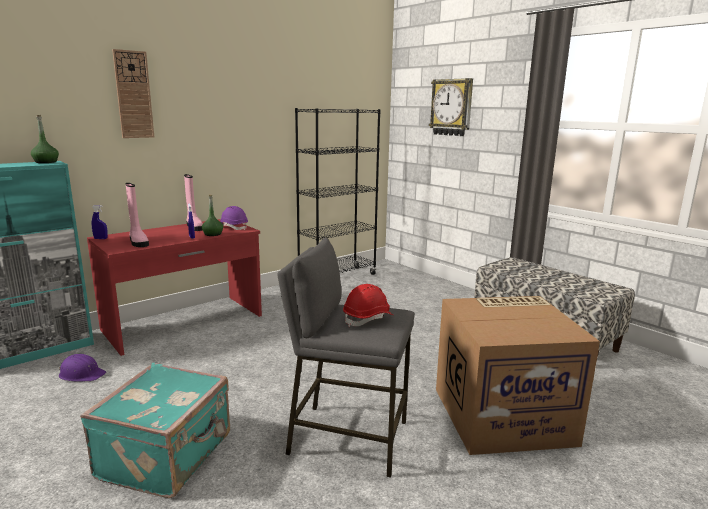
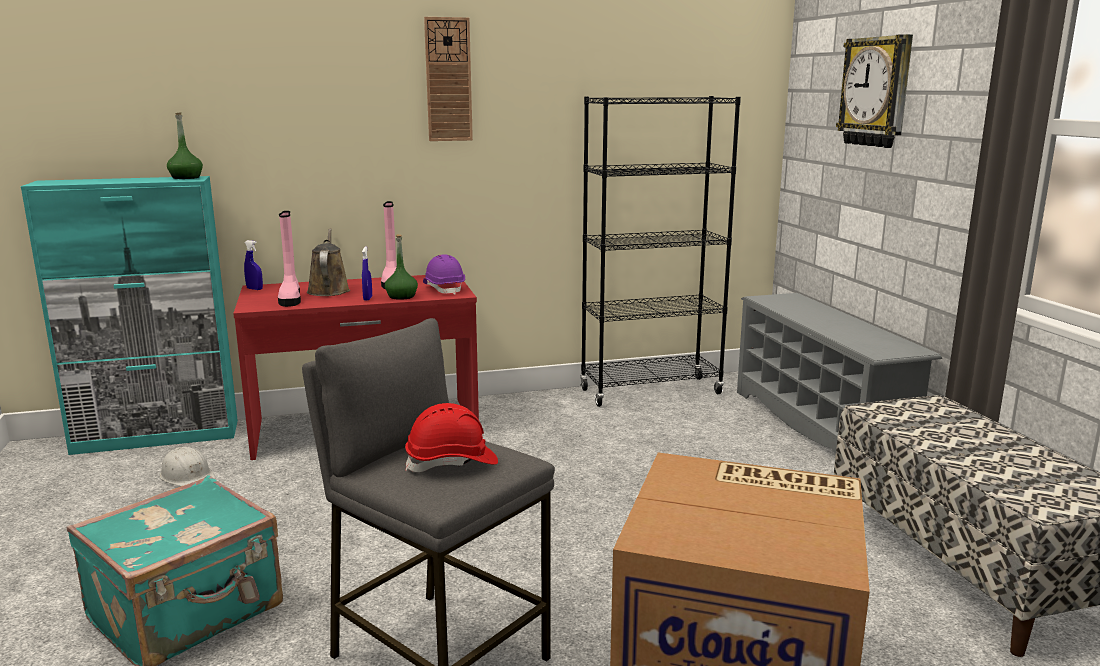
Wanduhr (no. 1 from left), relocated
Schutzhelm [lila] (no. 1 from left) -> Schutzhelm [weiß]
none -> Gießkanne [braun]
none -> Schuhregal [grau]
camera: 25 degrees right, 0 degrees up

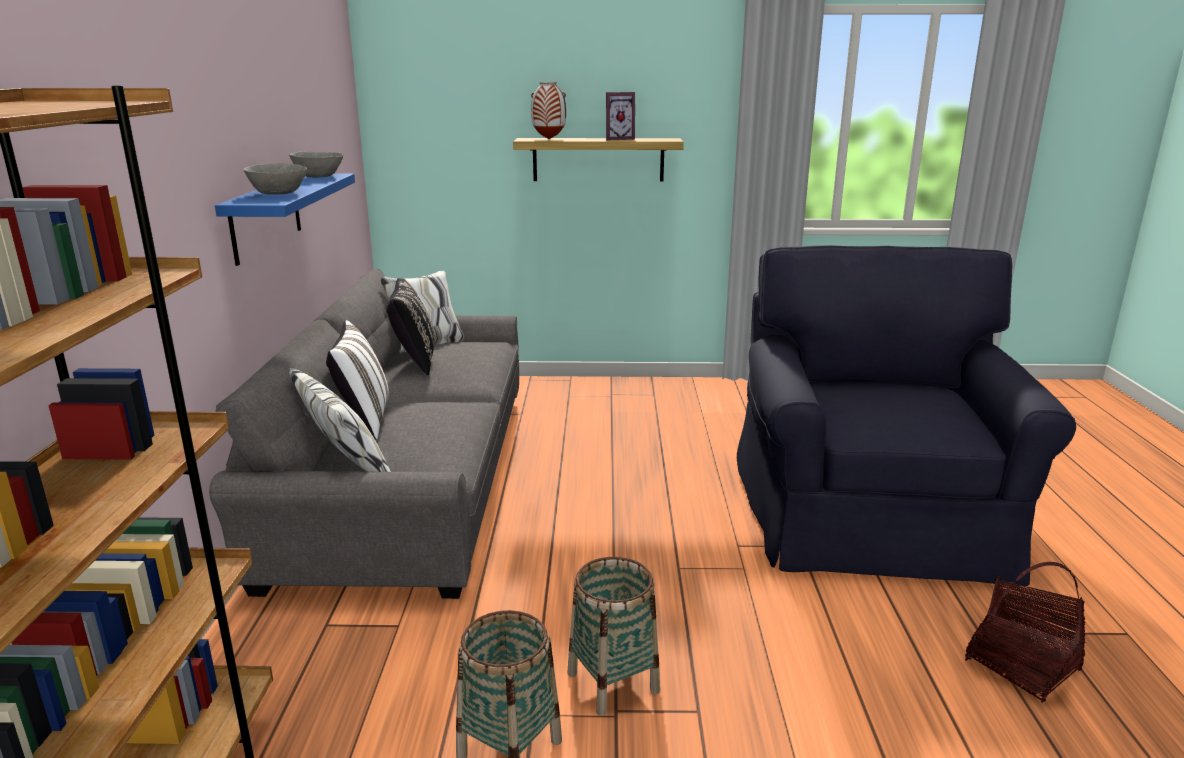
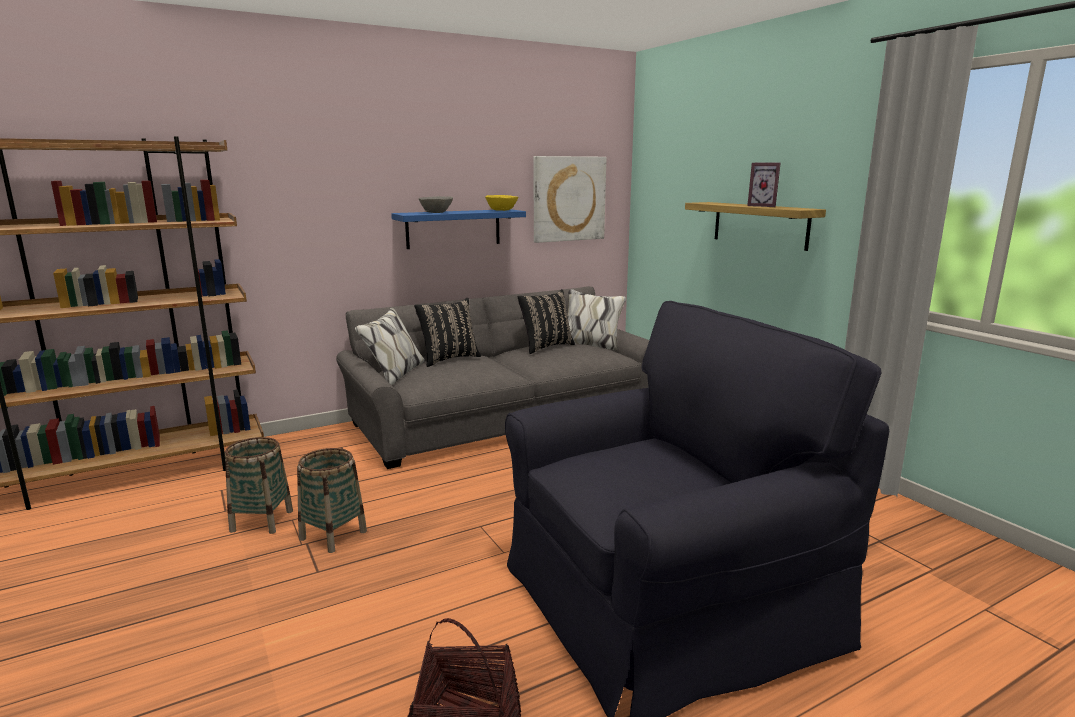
Vase -> none
Schüssel [grau] (no. 2 from left) -> Schüssel [gelb]
Kissen [weiß] -> Kissen [schwarz] (no. 1 from left)
none -> Bild
camera: 60 degrees right, 5 degrees down

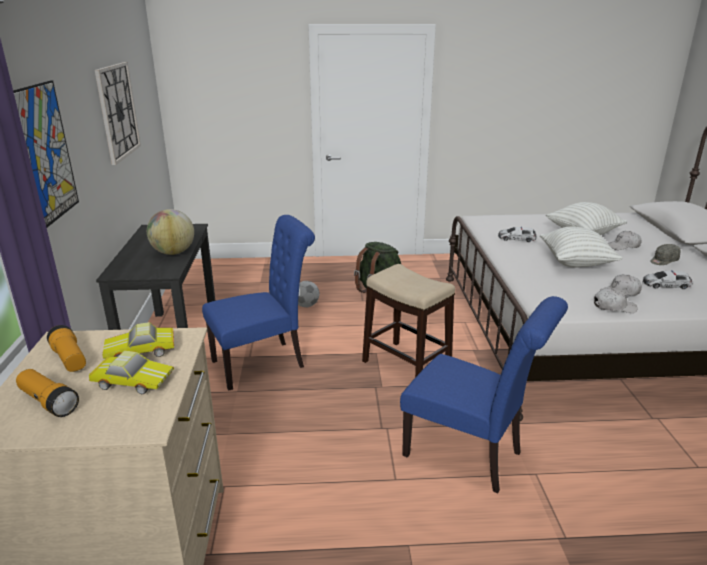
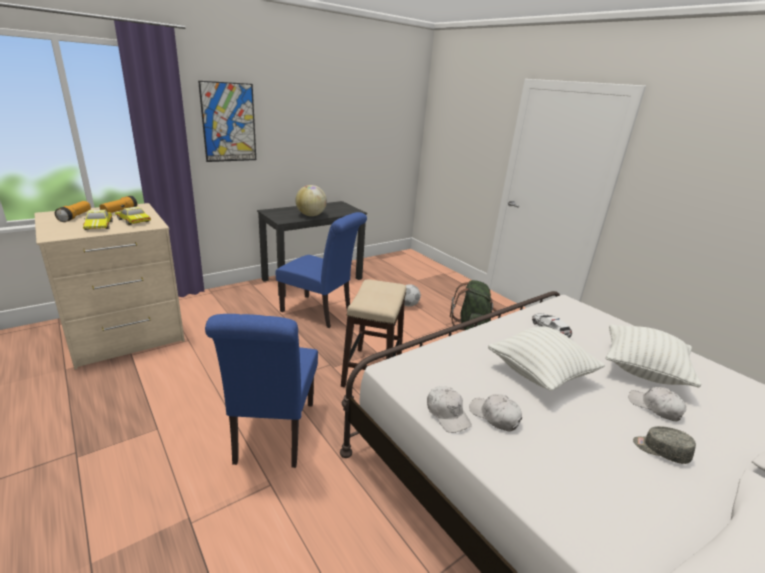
Wanduhr -> none
Spielzeugauto (no. 4 from left) -> none
camera: 55 degrees right, 0 degrees up

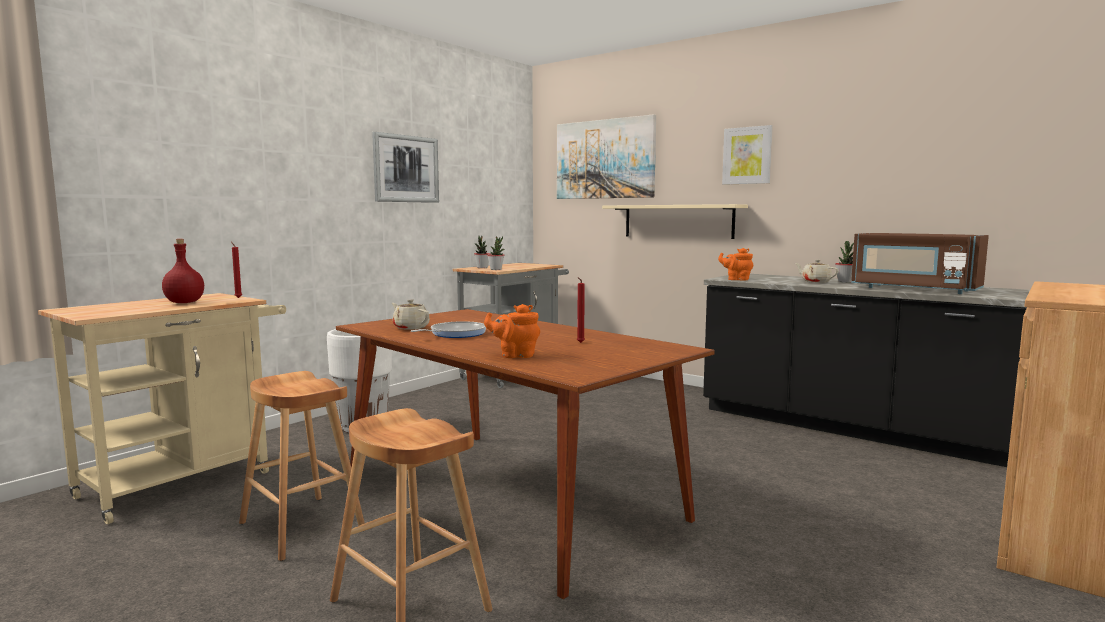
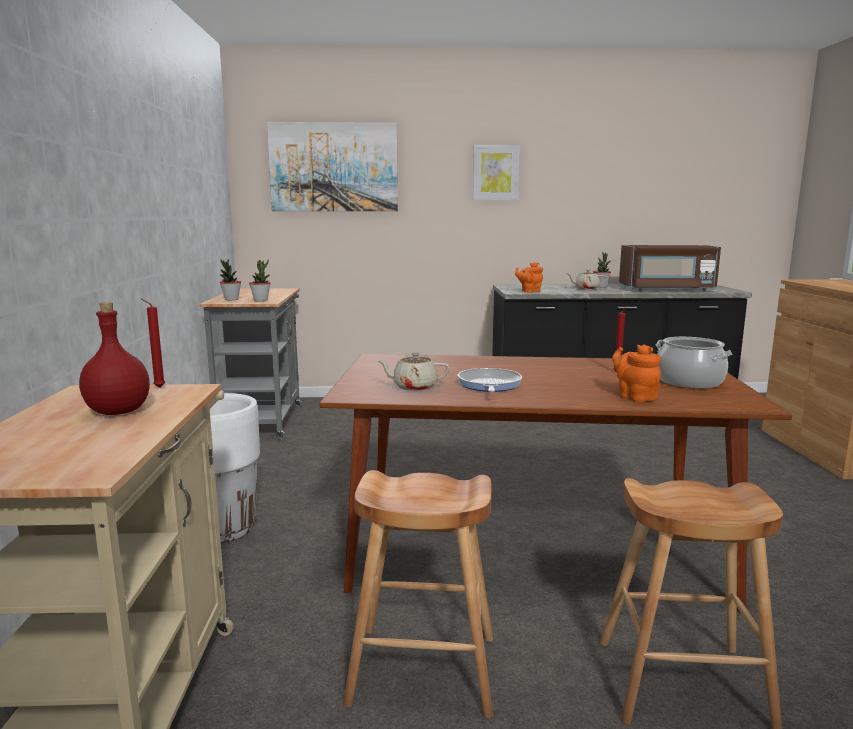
Bild (no. 1 from left) -> none
Wandregal [beige] -> none
Teekanne [orange] (no. 1 from left in the first image) -> Teekanne [orange] (no. 2 from left), 105 degrees clockwise
none -> Kochtopf
camera: 40 degrees left, 5 degrees up

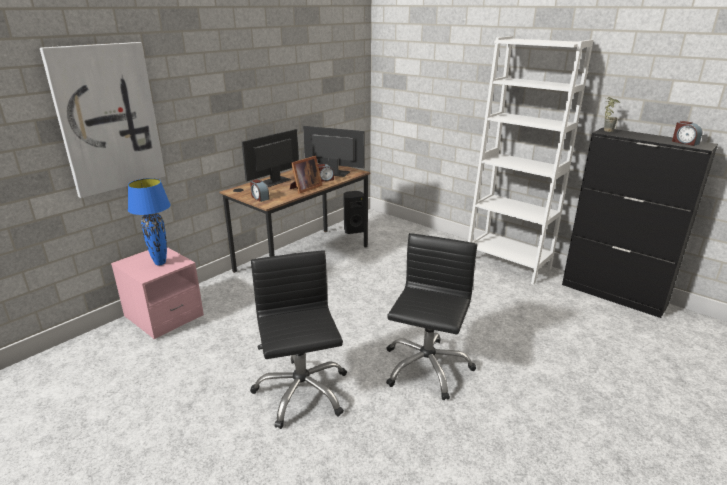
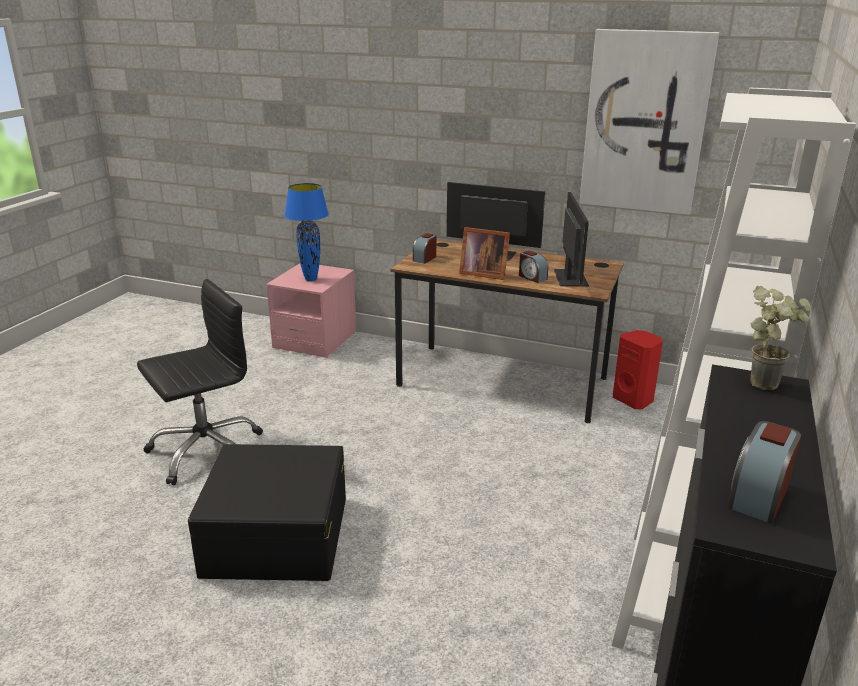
Bild, relocated
Lautsprecher [schwarz] -> Lautsprecher [rot]
Bürostuhl [schwarz] (no. 2 from left) -> Aufbewahrungsbox [schwarz]
camera: 70 degrees right, 0 degrees up

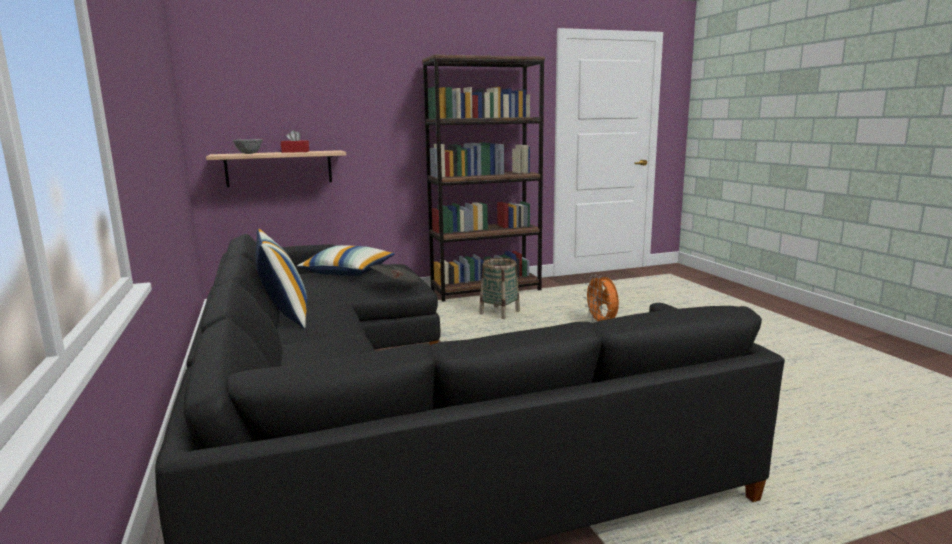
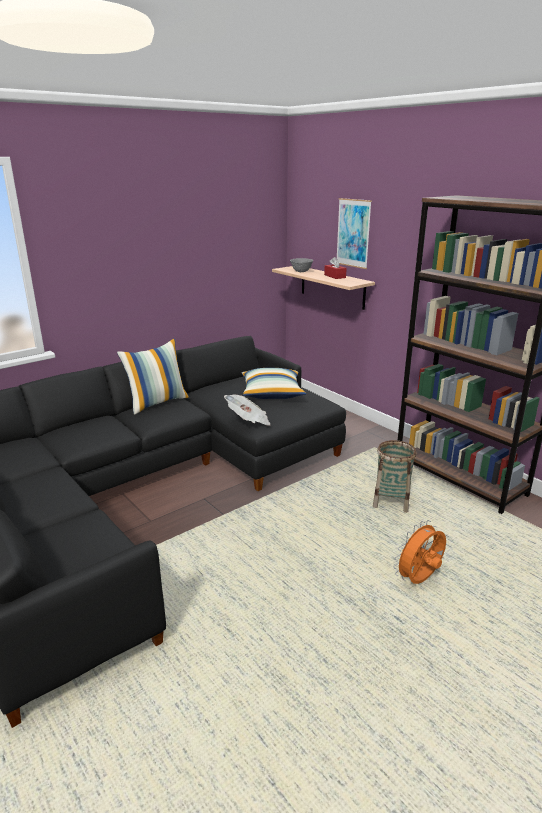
none -> Bild
camera: 70 degrees right, 10 degrees up

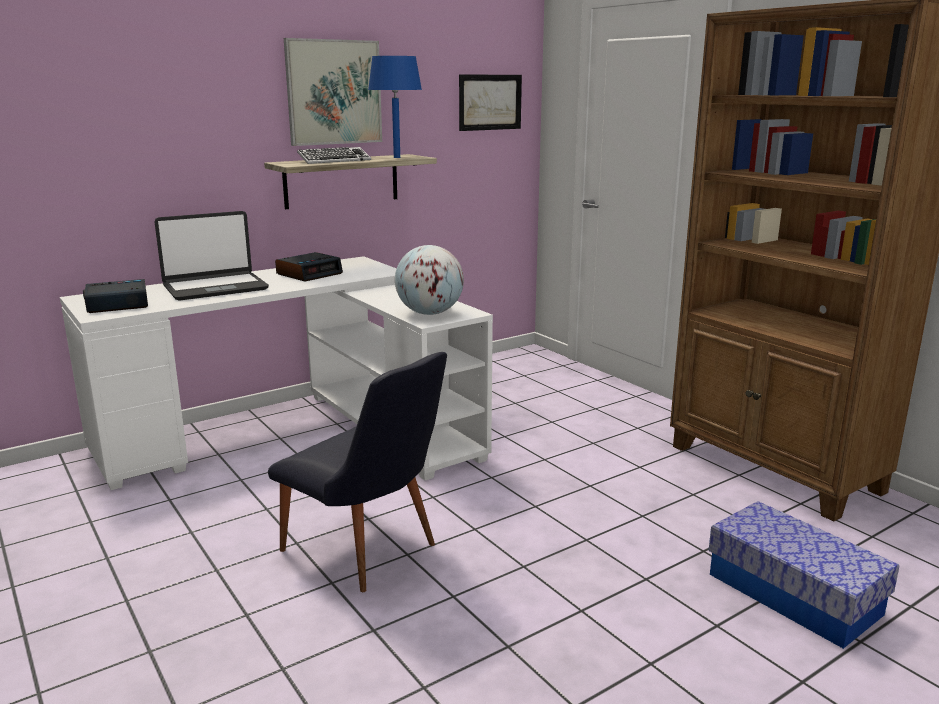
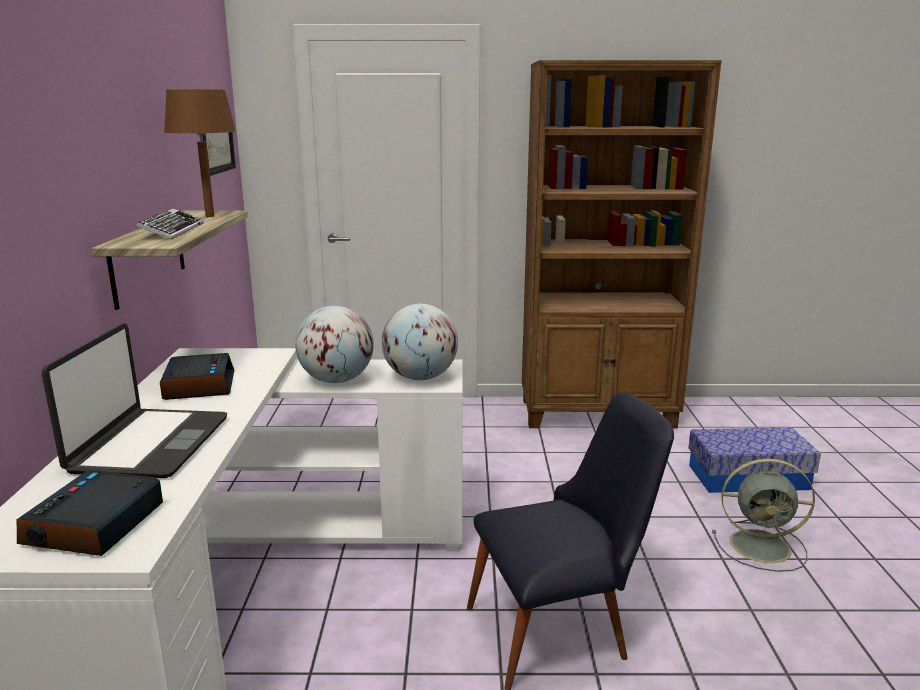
Bild (no. 1 from left) -> none
Tischlampe [blau] -> Tischlampe [braun]
none -> Globus (no. 1 from left)
none -> Ventilator [grau]
camera: 55 degrees left, 0 degrees up

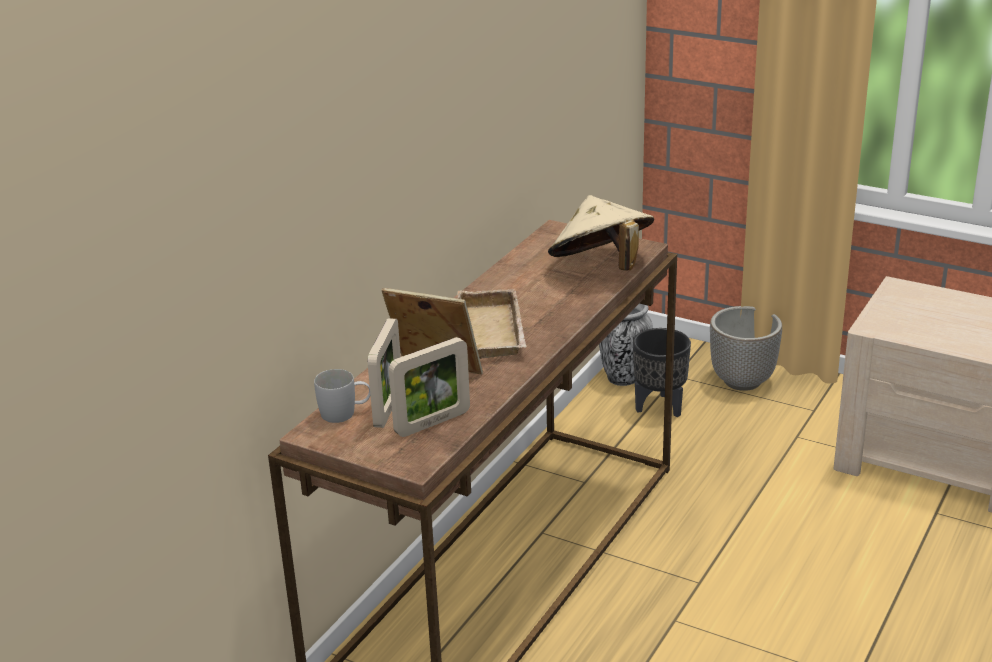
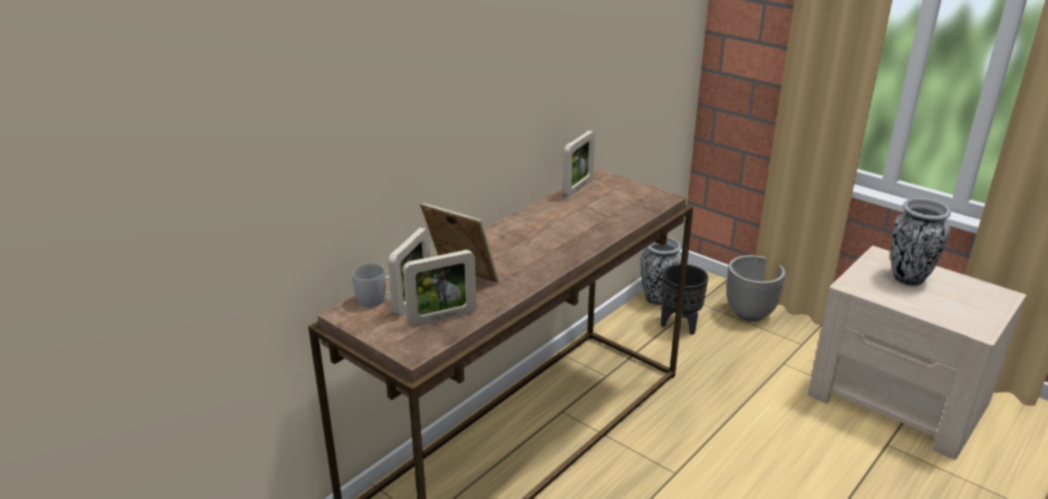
Hut [beige] -> none
Tablett [beige] -> none
none -> Bilderrahmen (no. 4 from left)
none -> Vase (no. 2 from left)
camera: 10 degrees right, 0 degrees up

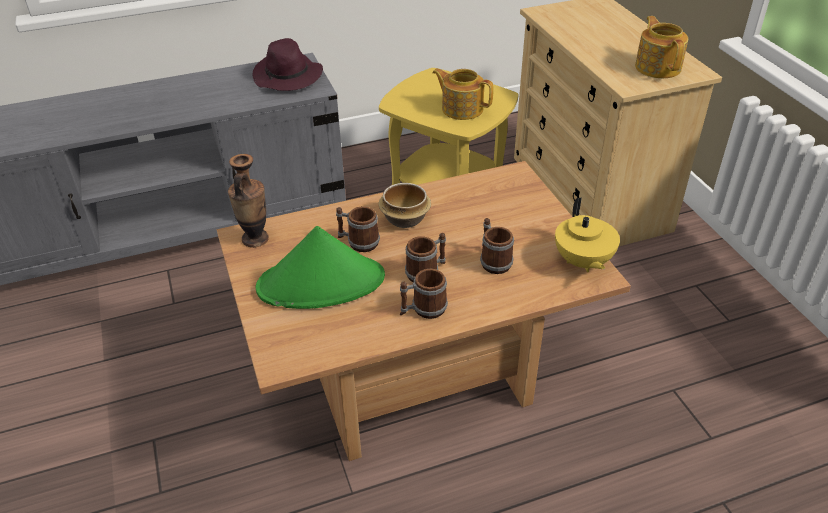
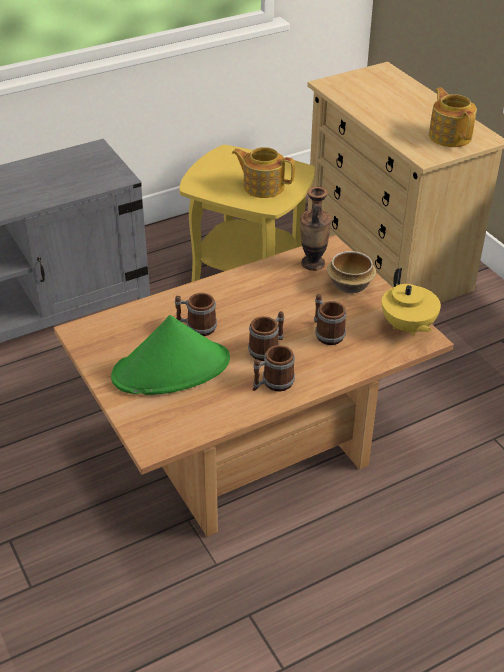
Hut [lila] -> none
Vase, relocated
Schüssel, relocated
camera: 10 degrees left, 0 degrees up

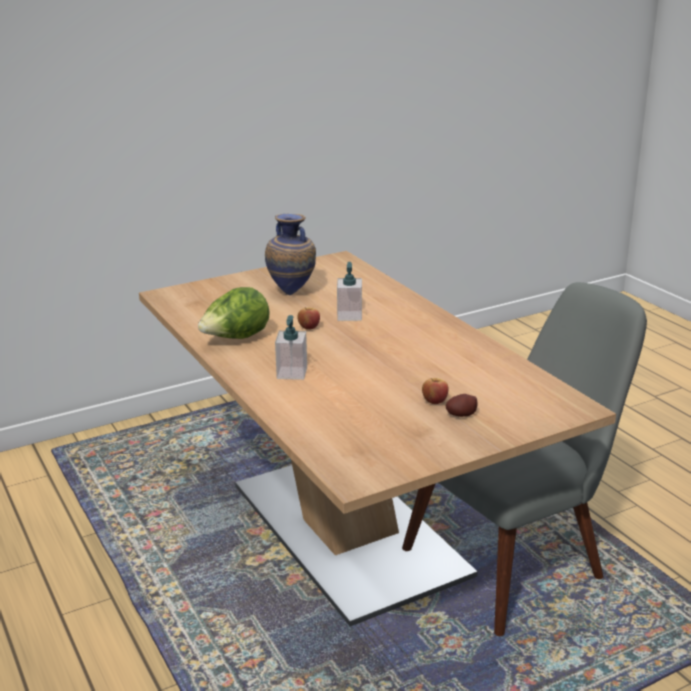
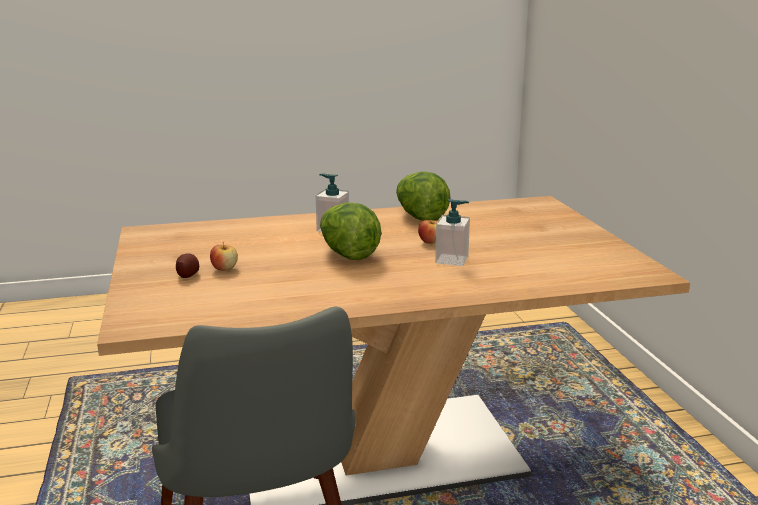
Vase -> none
none -> Salatkopf (no. 1 from left)
camera: 105 degrees right, 5 degrees down

